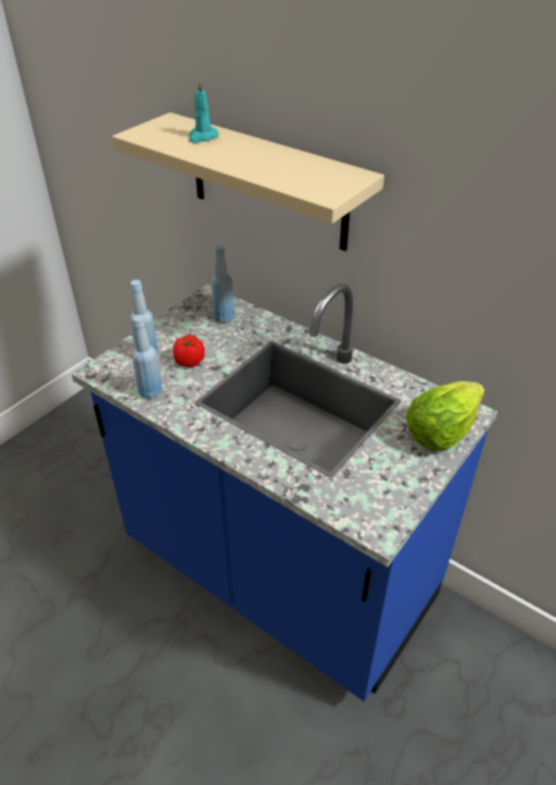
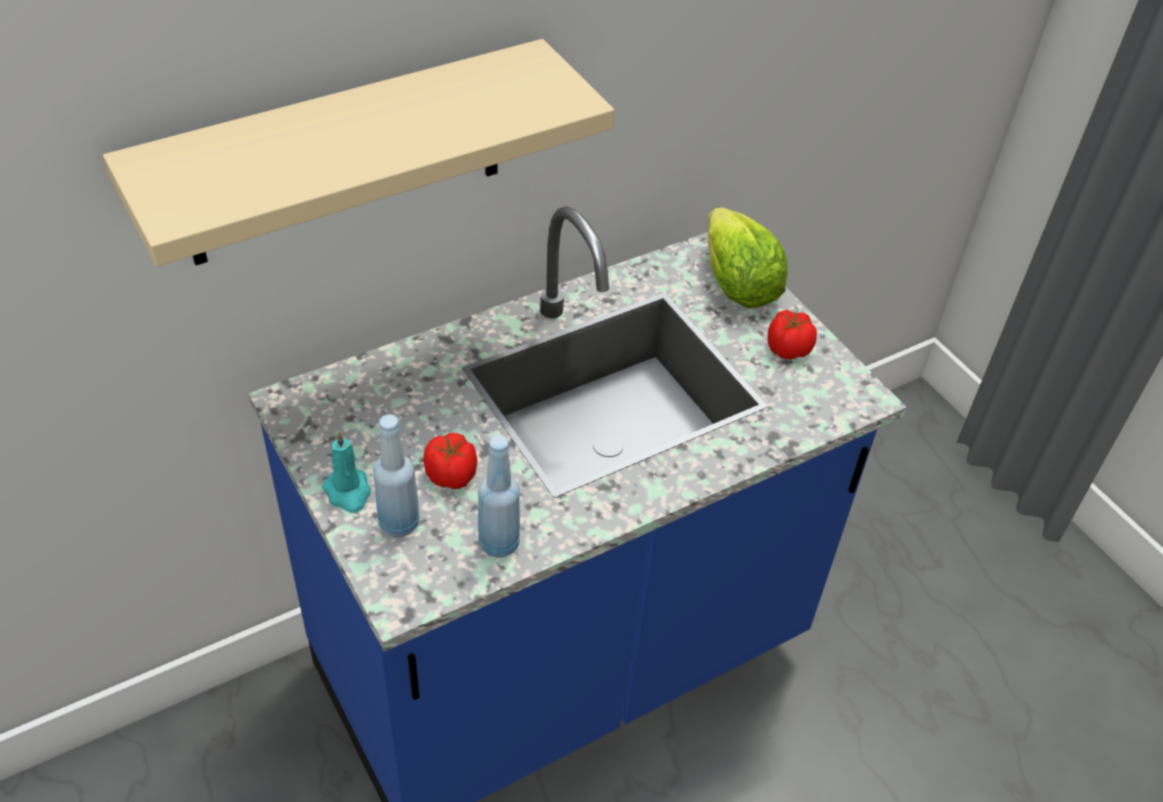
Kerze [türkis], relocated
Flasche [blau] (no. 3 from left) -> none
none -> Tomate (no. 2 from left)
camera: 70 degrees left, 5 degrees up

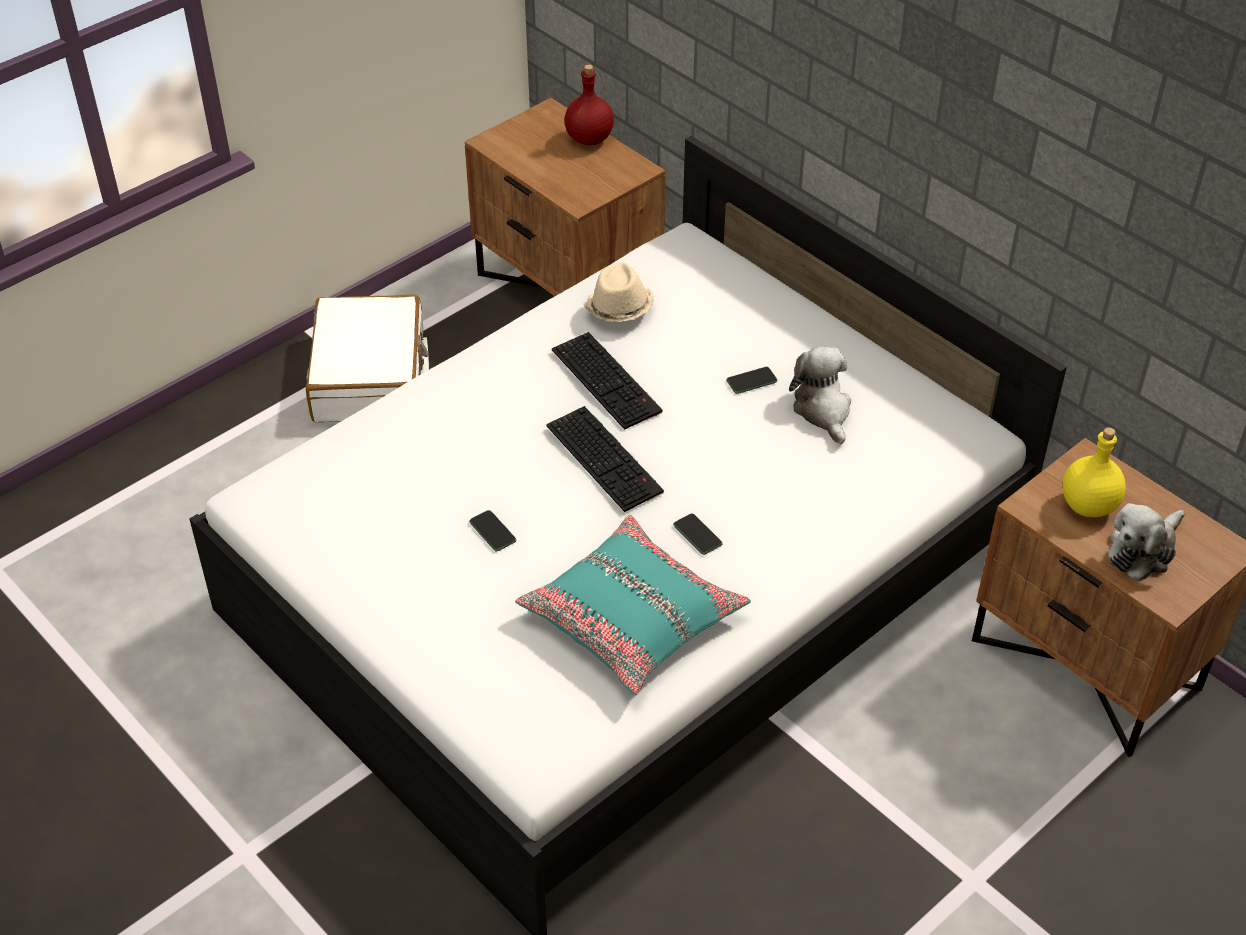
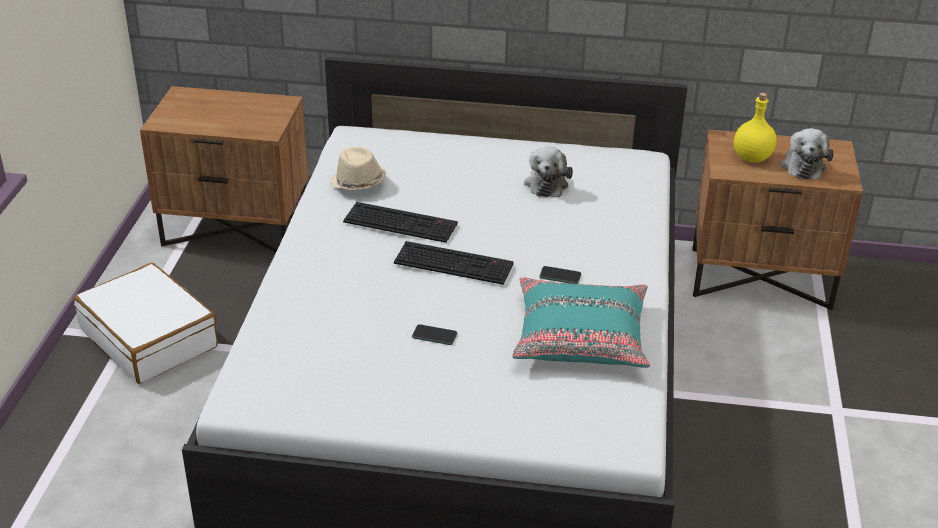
Flasche [rot] -> none
Plüschtier (no. 1 from left), 120 degrees counterclockwise
Handy (no. 3 from left) -> none
camera: 40 degrees left, 10 degrees down

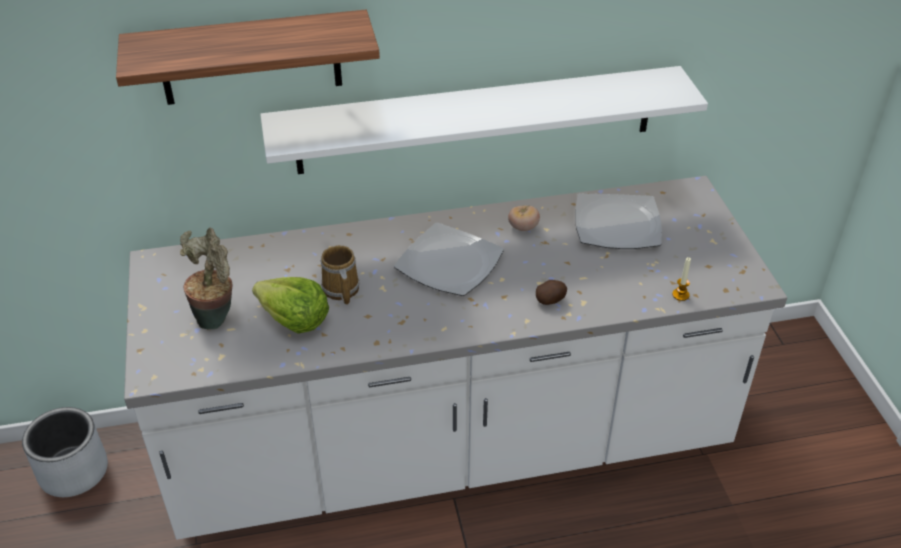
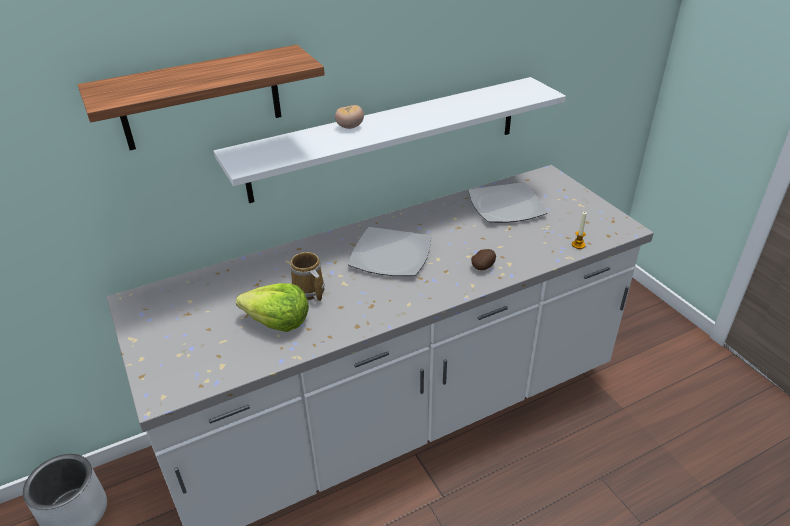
Tomate, relocated
Topfpflanze -> none
camera: 15 degrees left, 5 degrees down

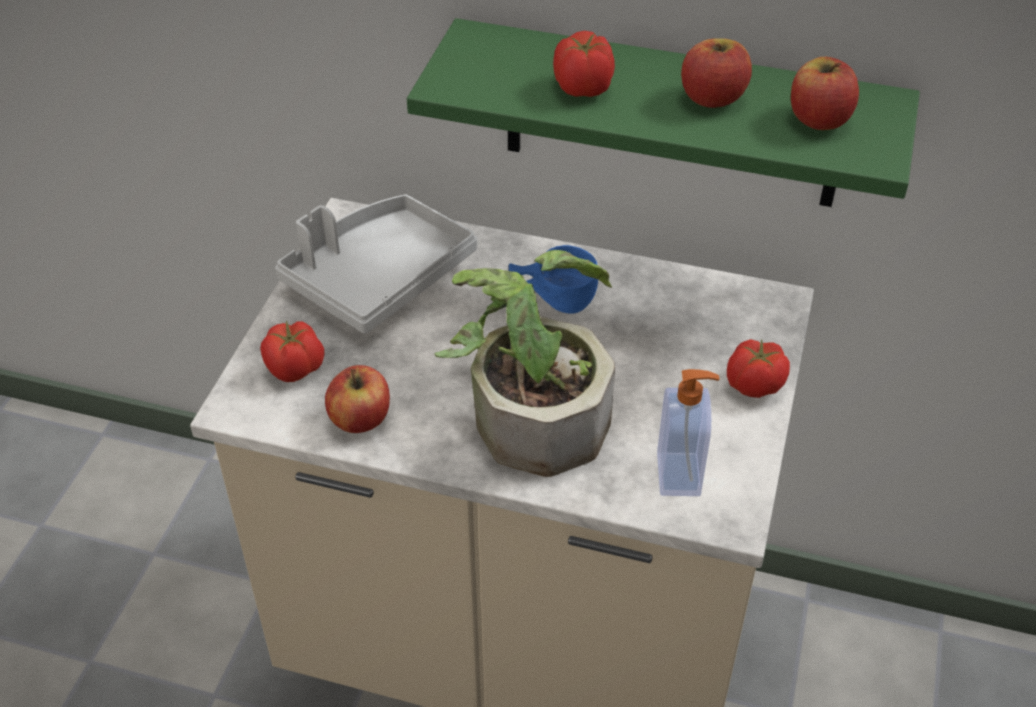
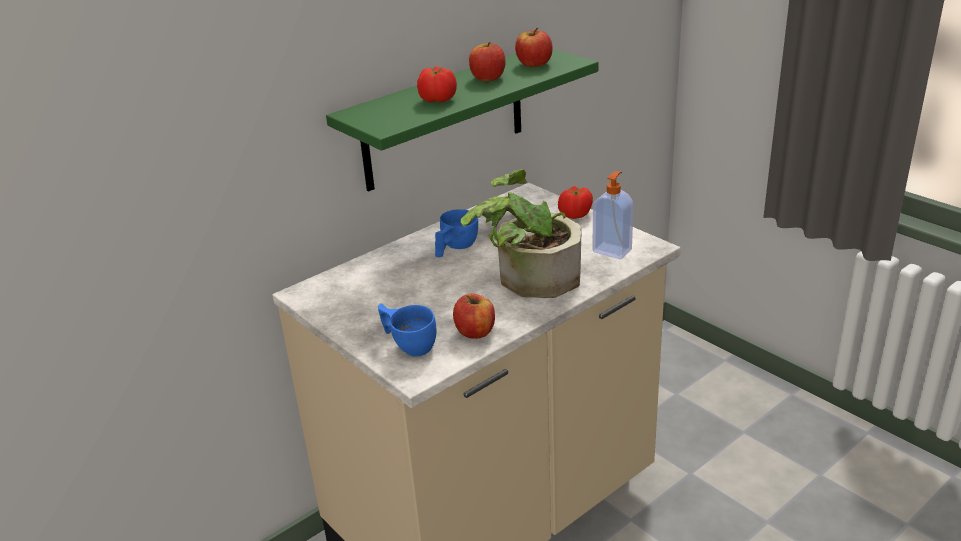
Tablett [grau] -> none
Tomate (no. 1 from left) -> Tasse [blau] (no. 1 from left)
camera: 55 degrees left, 15 degrees down

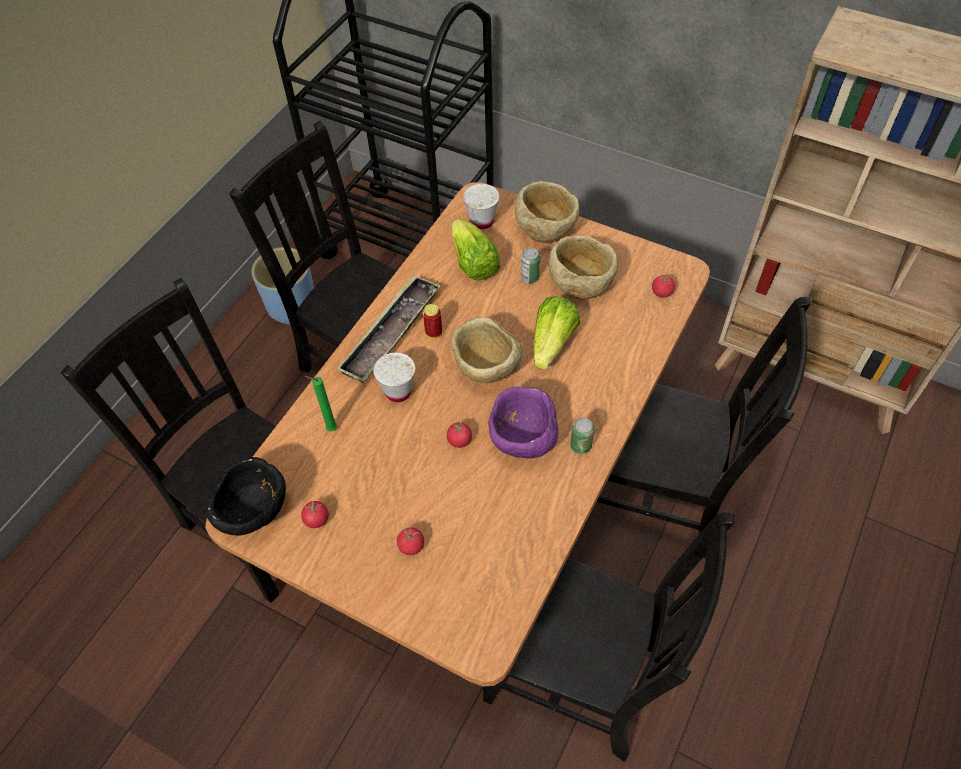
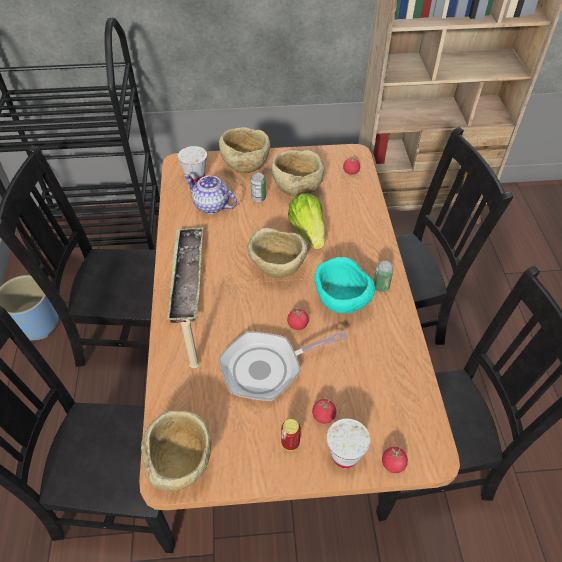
Salatkopf (no. 1 from left) -> Teekanne
Dose (no. 1 from left in the first image) -> Dose (no. 2 from left), relocated
Tasse [weiß] (no. 1 from left in the first image) -> Tasse [weiß] (no. 2 from left), relocated
Kerze [grün] -> Kerze [beige]
Schüssel [lila] -> Schüssel [türkis]
Schüssel [schwarz] -> Schüssel [beige] (no. 1 from left)
Tomate (no. 1 from left in the first image) -> Tomate (no. 4 from left), relocated
none -> Pfanne
camera: 35 degrees left, 5 degrees down

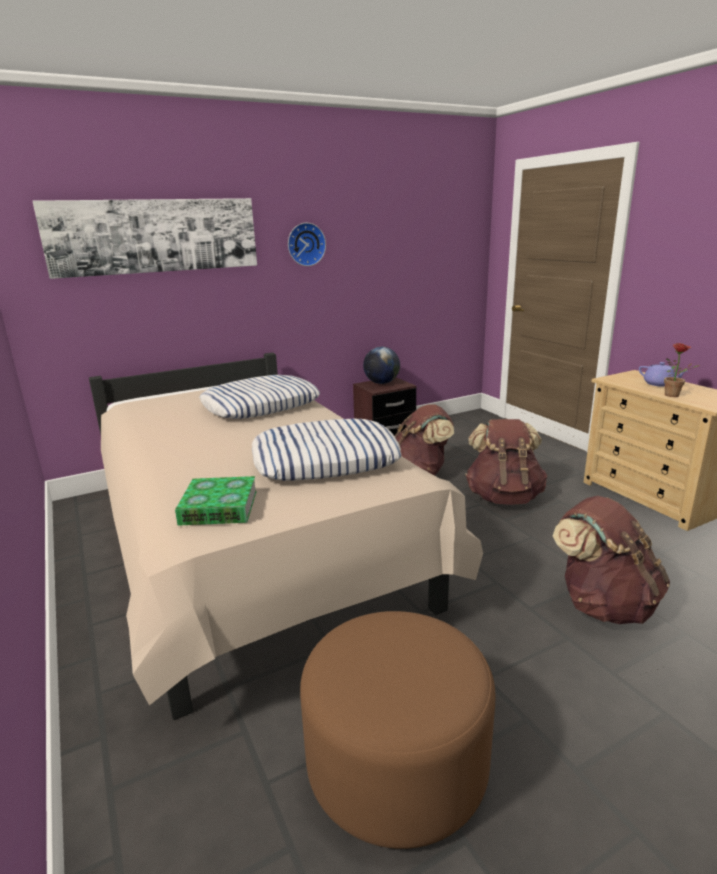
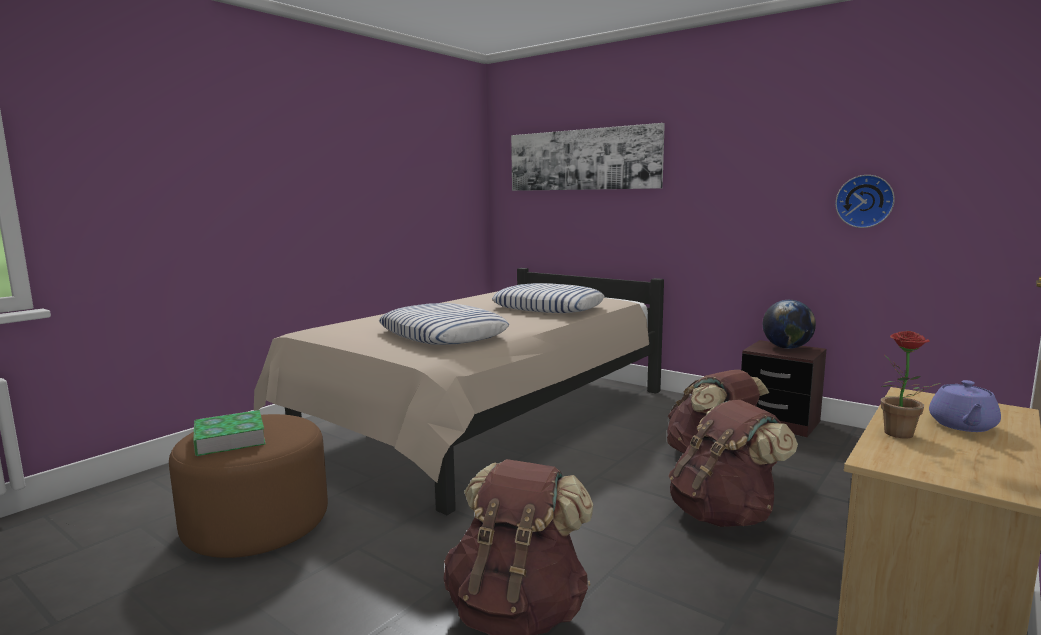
Wanduhr, relocated
Buch, relocated
camera: 65 degrees right, 10 degrees down

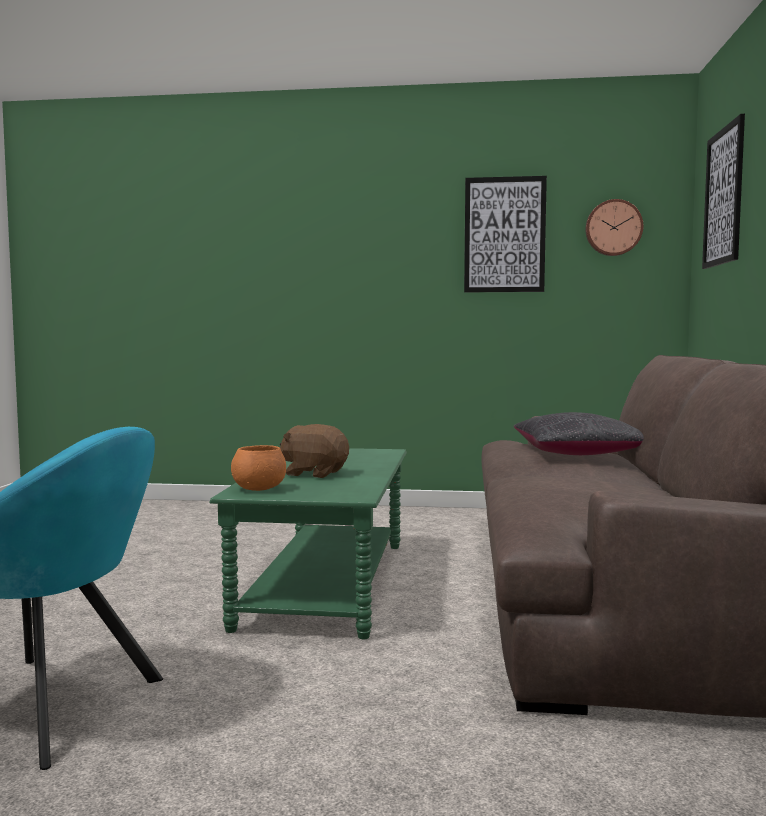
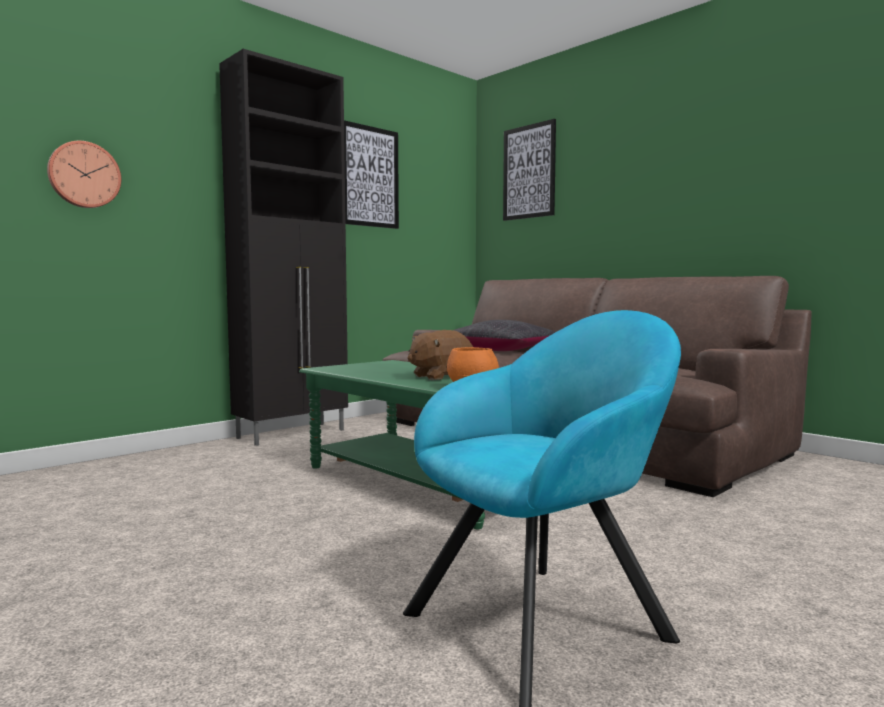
Wanduhr, relocated
none -> Schrank [schwarz]
camera: 50 degrees left, 0 degrees up

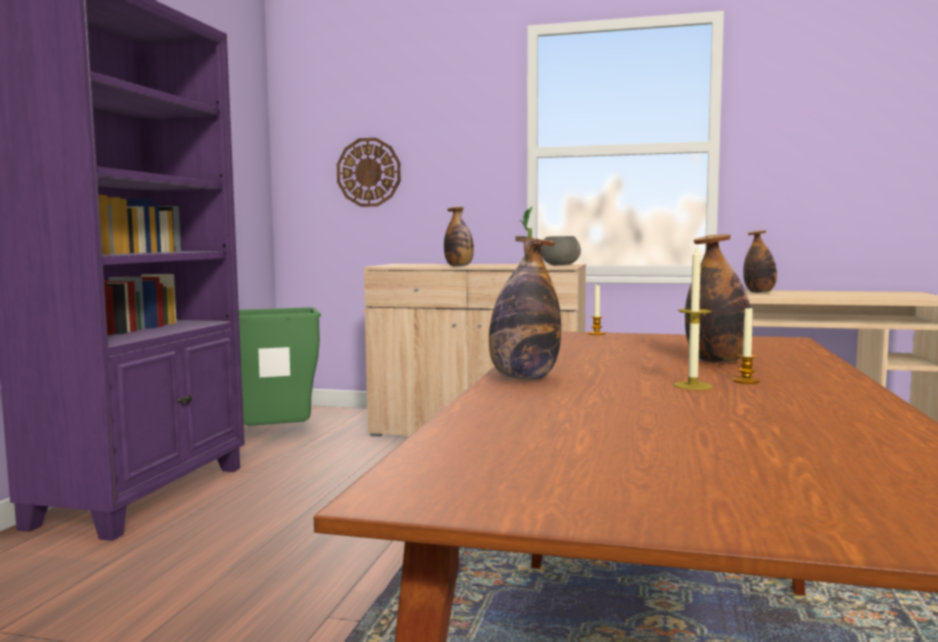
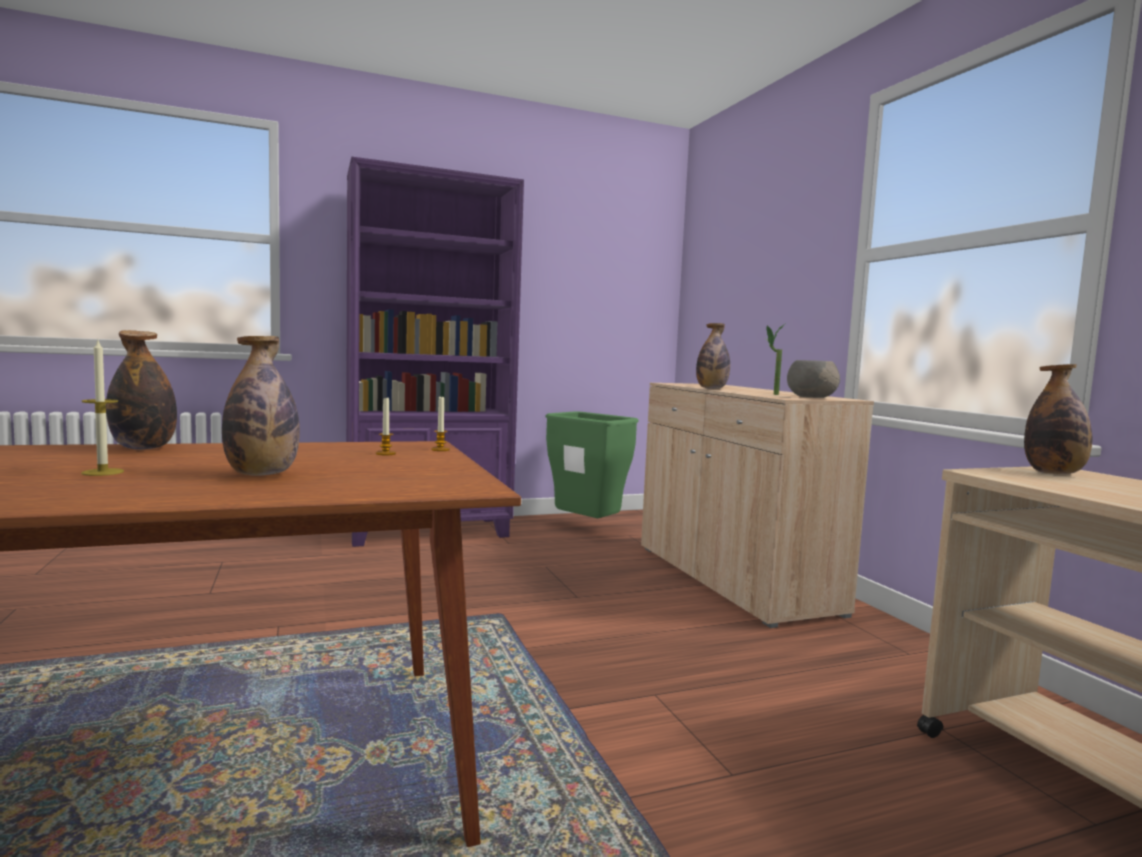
Wanduhr -> none
Kerze (no. 3 from left in the first image) -> Kerze (no. 2 from left), relocated
camera: 55 degrees right, 0 degrees up

